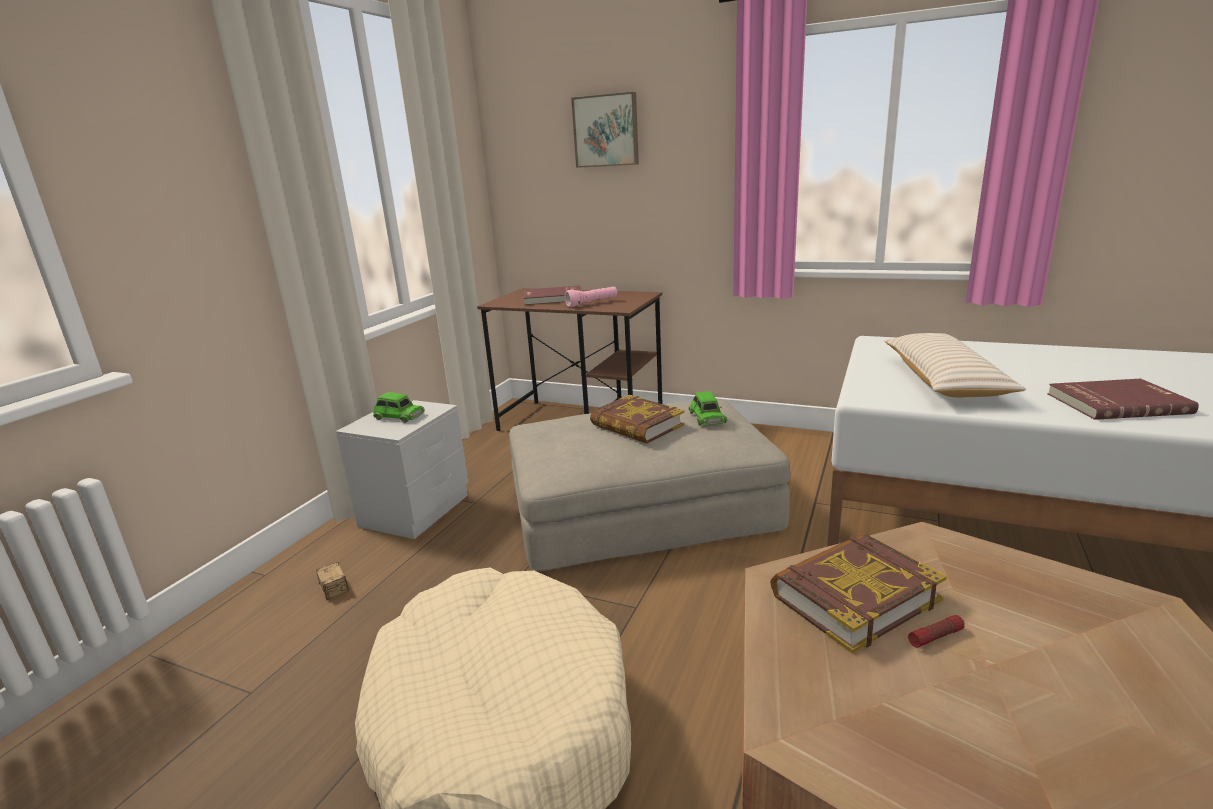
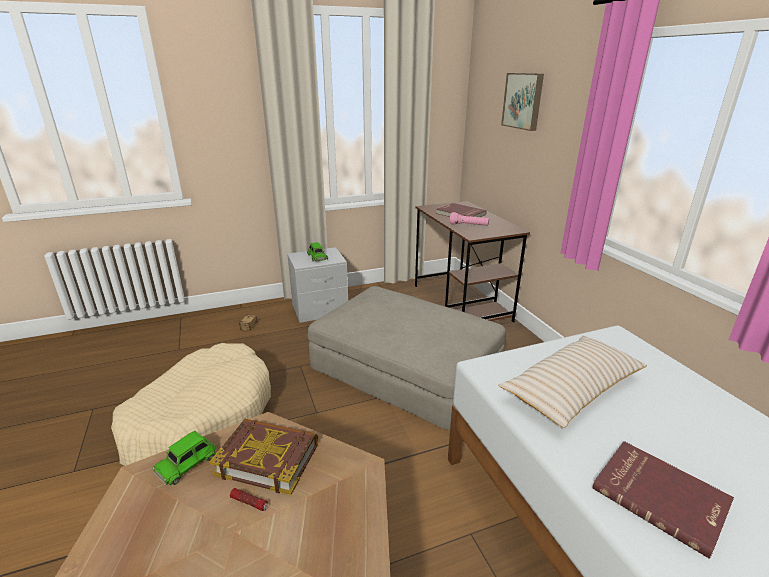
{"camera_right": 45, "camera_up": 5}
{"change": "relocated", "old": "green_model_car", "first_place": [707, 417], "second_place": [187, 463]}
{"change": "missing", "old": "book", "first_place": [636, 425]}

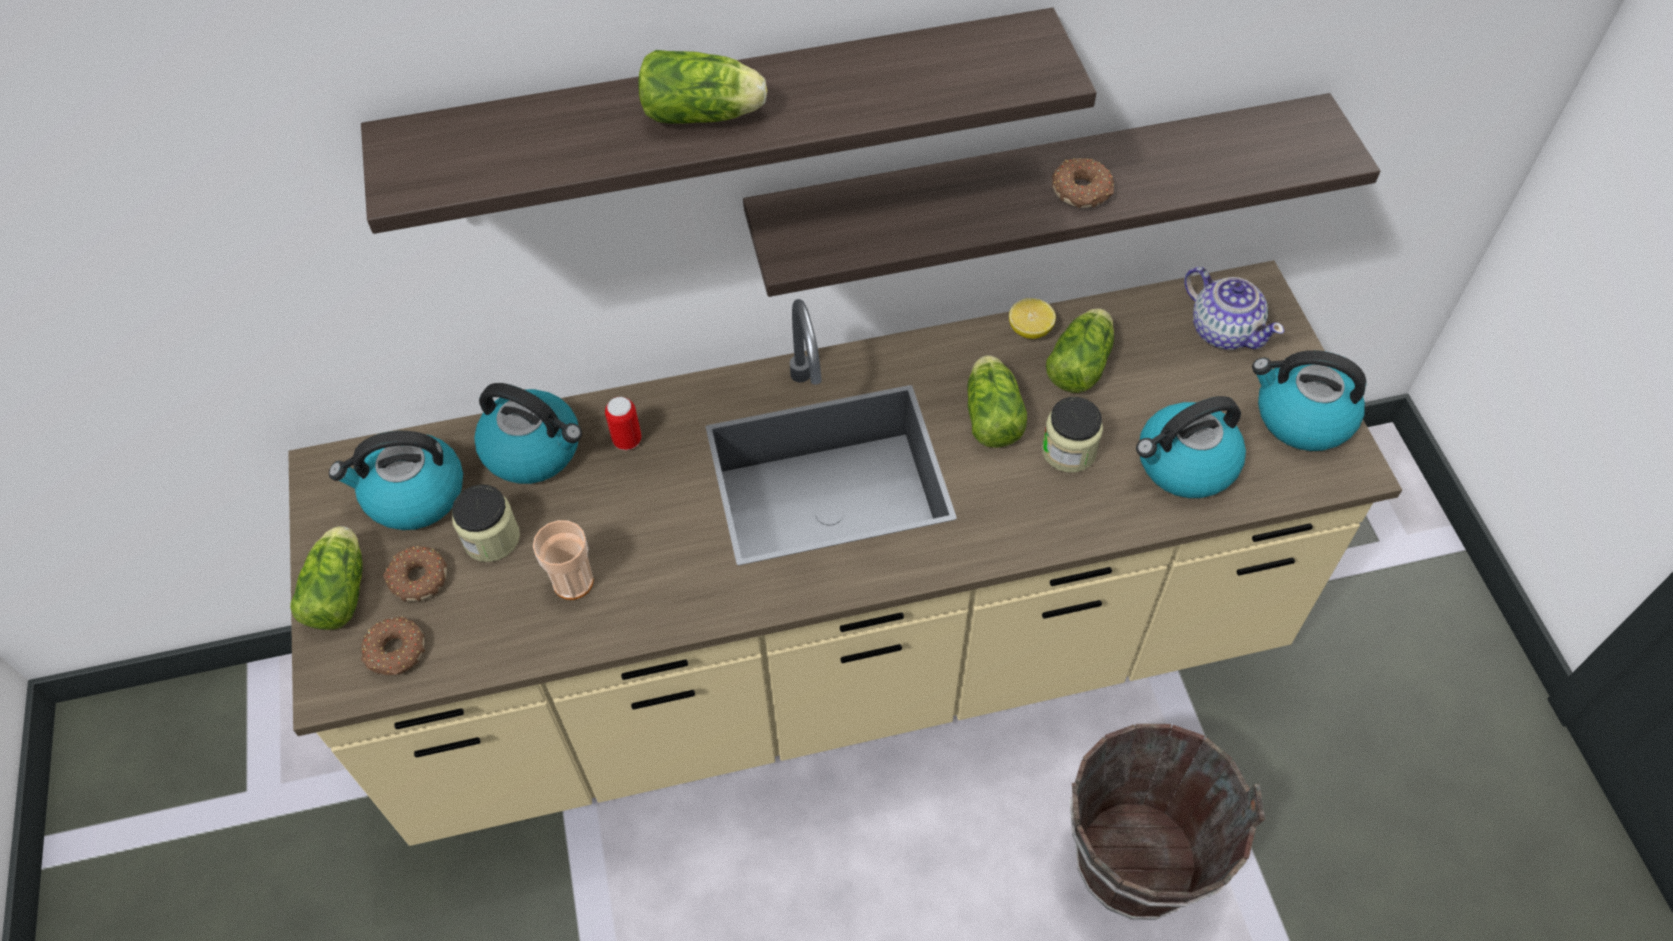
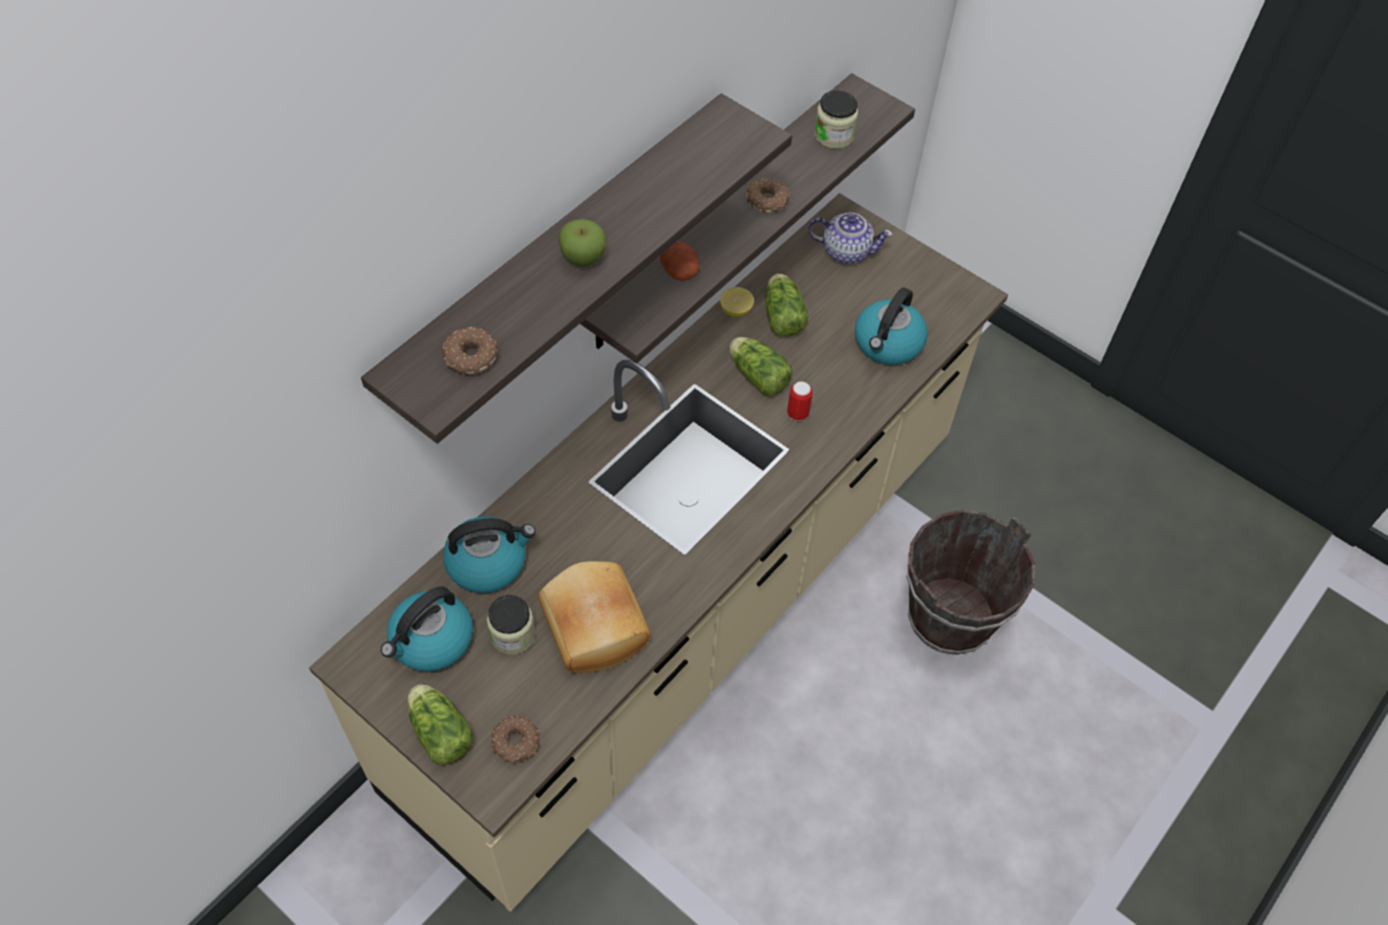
{"camera_right": -40, "camera_up": 0}
{"change": "exchanged", "old": "lettuce_head", "new": "apple", "first_place": [706, 115], "second_place": [583, 259]}
{"change": "missing", "old": "water_kettle", "first_place": [1301, 417]}
{"change": "relocated", "old": "sealed_can", "first_place": [627, 440], "second_place": [797, 413]}
{"change": "relocated", "old": "jar", "first_place": [1069, 451], "second_place": [834, 135]}
{"change": "exchanged", "old": "small_cup", "new": "baked_bread", "first_place": [573, 582], "second_place": [592, 628]}
{"change": "relocated", "old": "ring_doughnut", "first_place": [418, 578], "second_place": [469, 357]}
{"change": "appeared", "new": "potato", "second_place": [680, 271]}

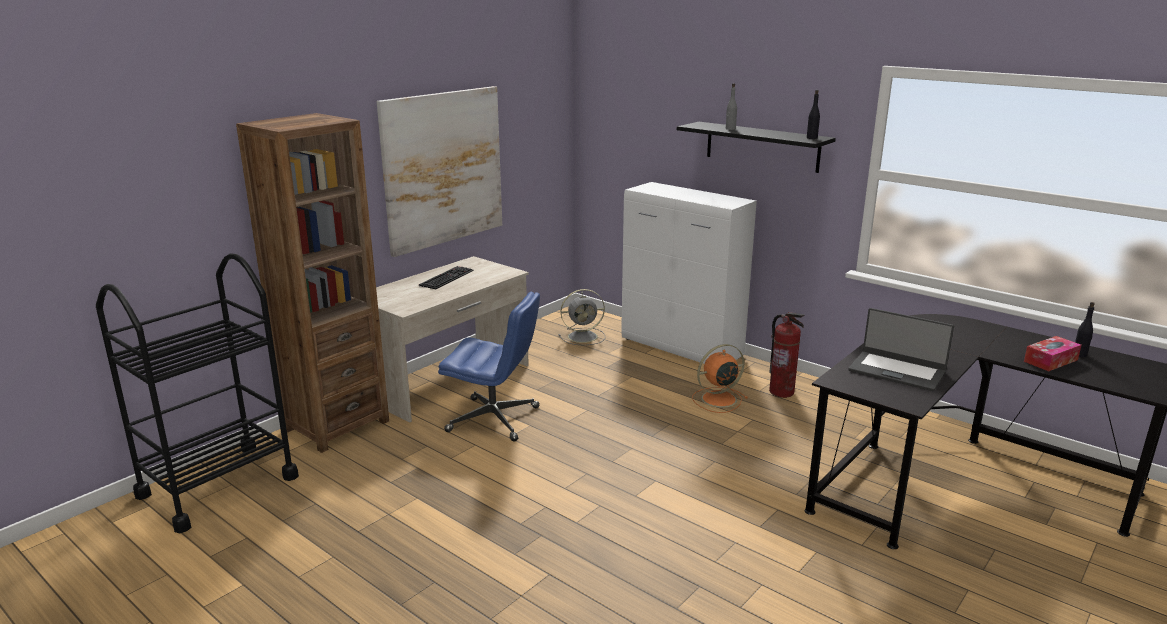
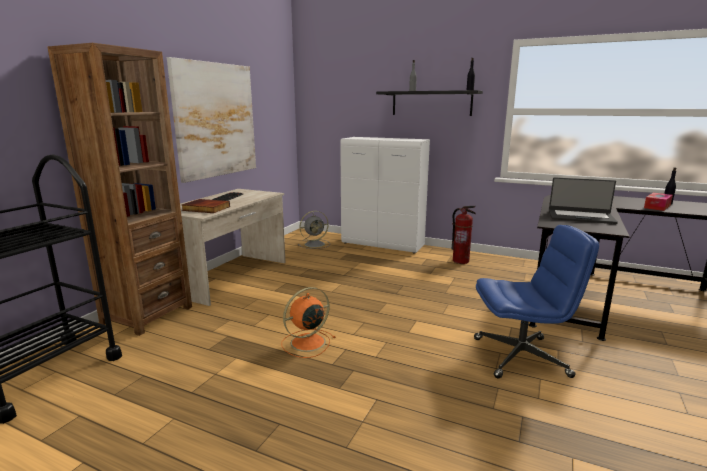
{"camera_right": -15, "camera_up": -5}
{"change": "relocated", "old": "blue-coloured_computer_chair", "first_place": [494, 419], "second_place": [521, 357]}
{"change": "relocated", "old": "orange_cooling_fan", "first_place": [717, 399], "second_place": [306, 343]}
{"change": "appeared", "new": "book", "second_place": [205, 208]}

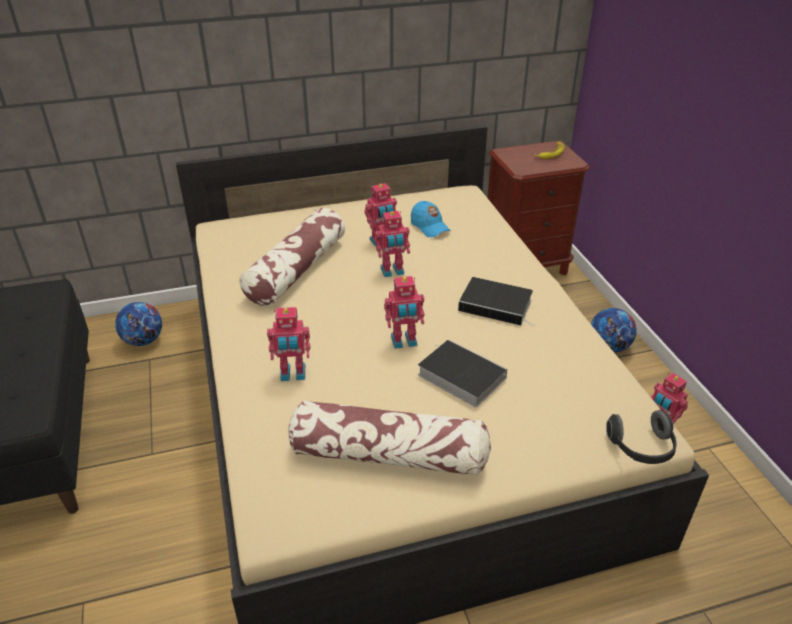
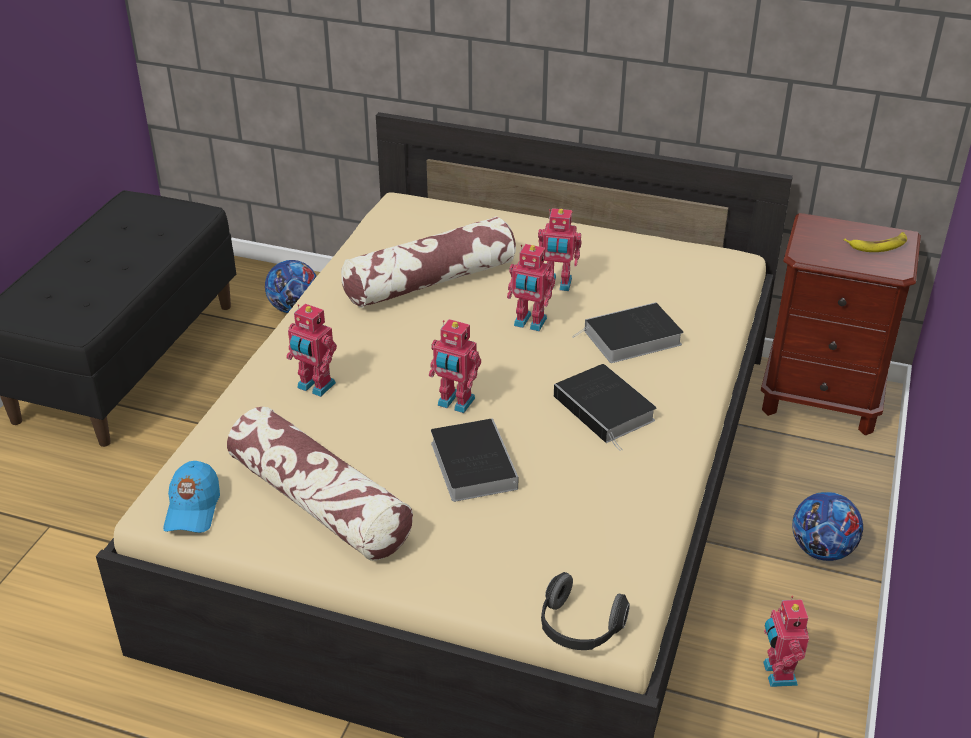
{"camera_right": 35, "camera_up": 0}
{"change": "relocated", "old": "blue-coloured_cap", "first_place": [429, 227], "second_place": [193, 509]}
{"change": "appeared", "new": "book", "second_place": [630, 339]}

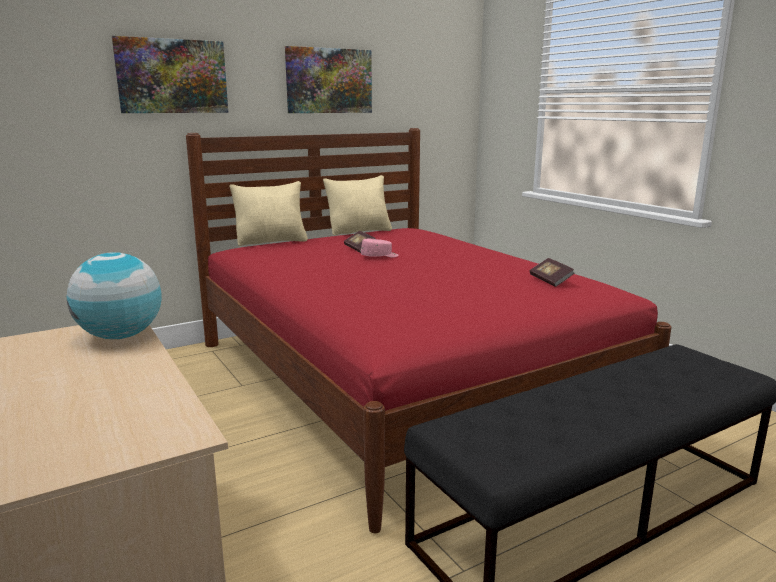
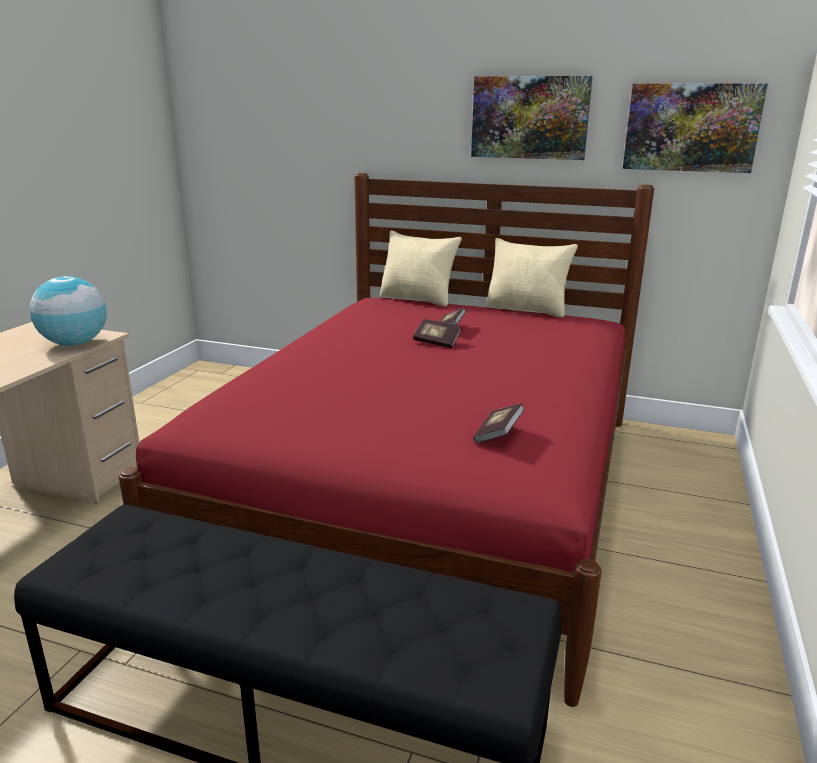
{"camera_right": 50, "camera_up": 5}
{"change": "relocated", "old": "wall_picture", "first_place": [172, 76], "second_place": [691, 128]}
{"change": "exchanged", "old": "pink_cap", "new": "book", "first_place": [379, 256], "second_place": [436, 342]}

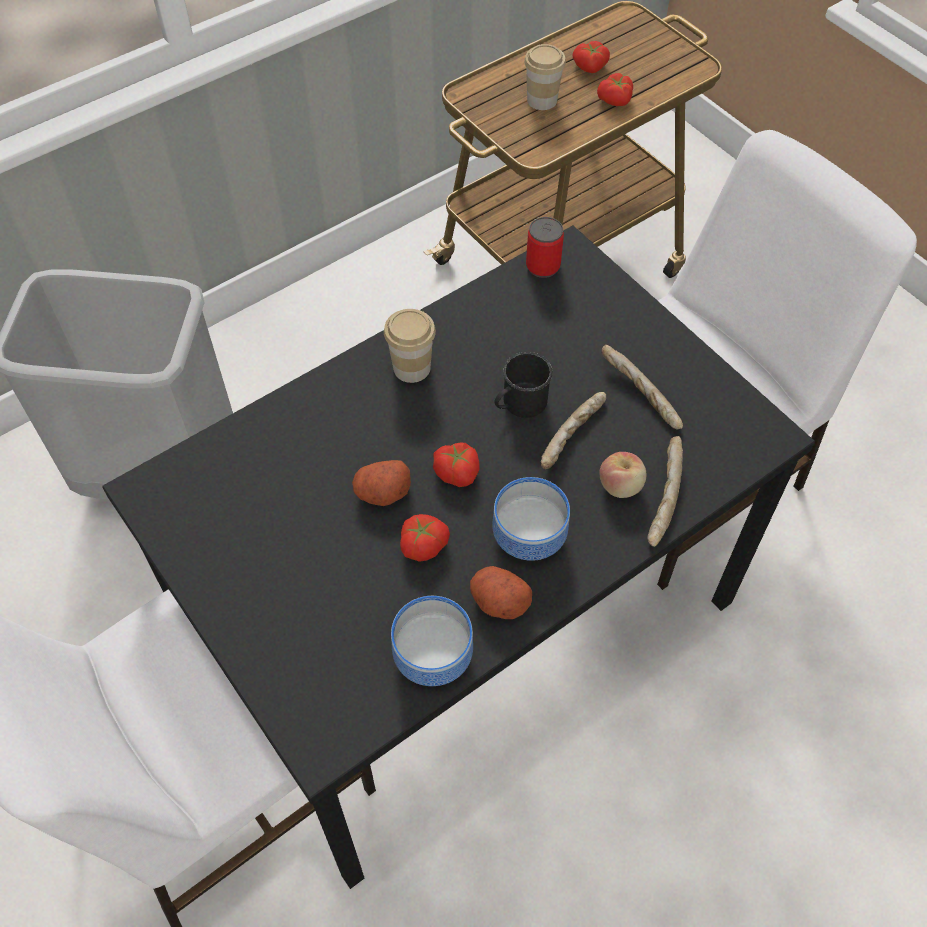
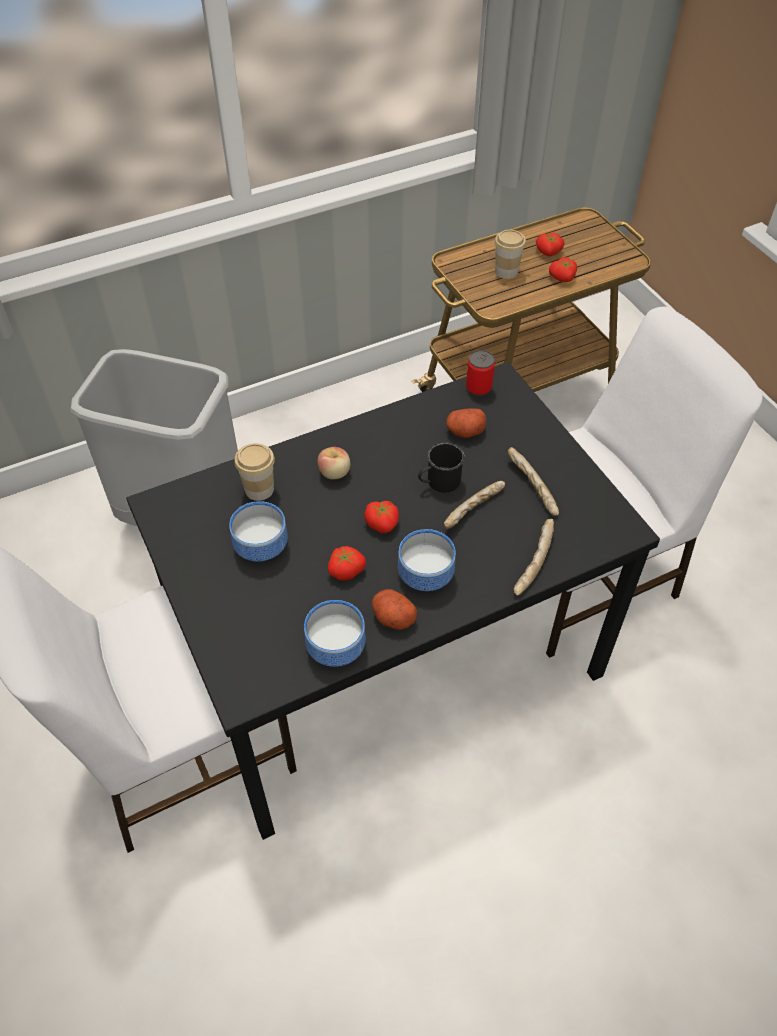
{"camera_right": 10, "camera_up": -5}
{"change": "relocated", "old": "small_cup", "first_place": [412, 368], "second_place": [259, 489]}
{"change": "relocated", "old": "apple", "first_place": [620, 486], "second_place": [335, 473]}
{"change": "relocated", "old": "potato", "first_place": [382, 493], "second_place": [465, 431]}
{"change": "appeared", "new": "serving_bowl", "second_place": [263, 547]}

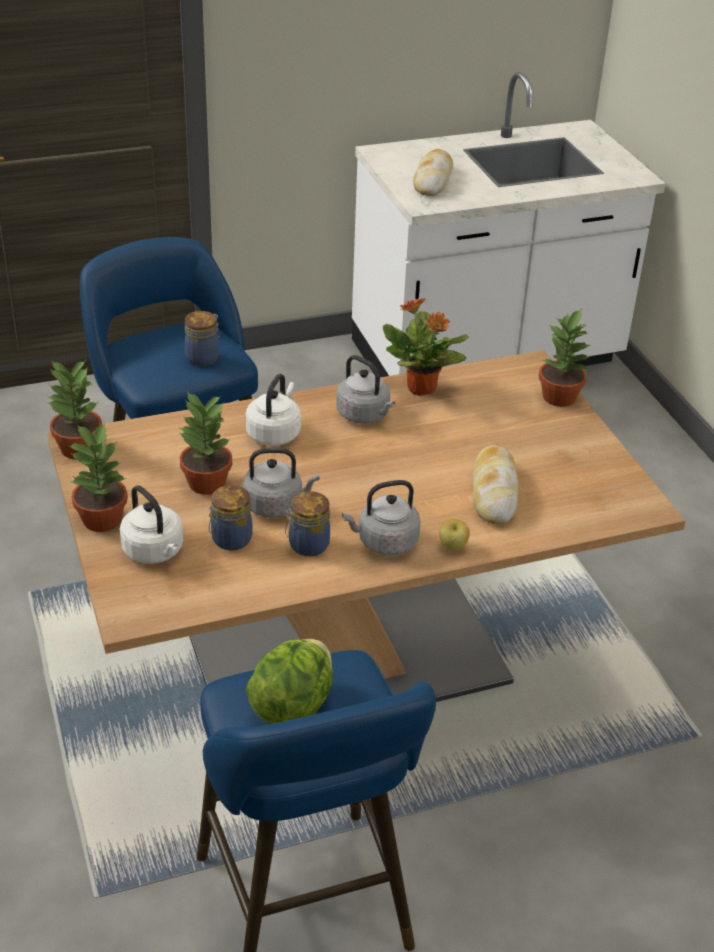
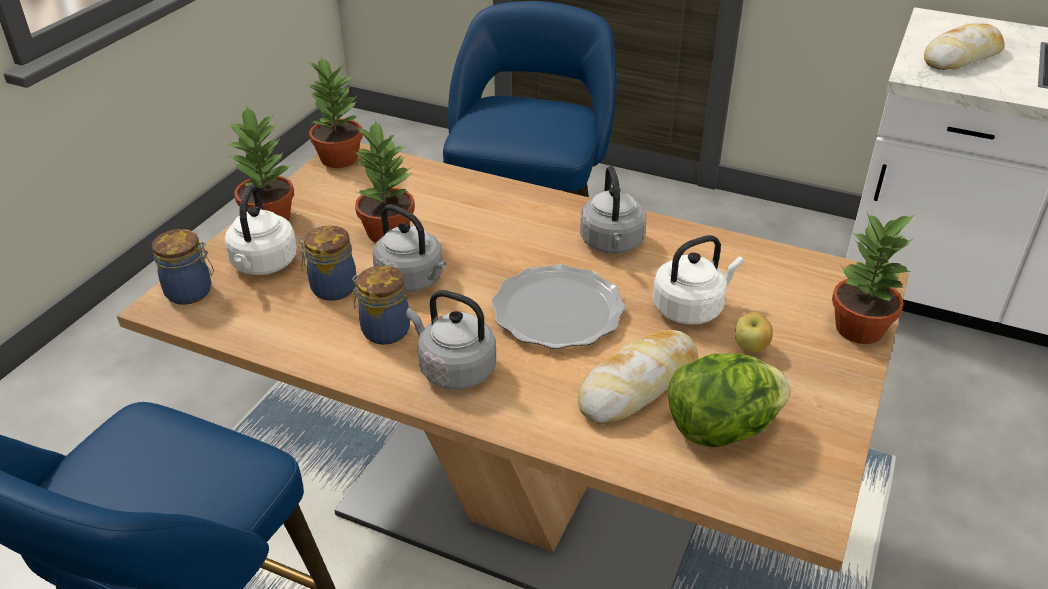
{"camera_right": 45, "camera_up": 0}
{"change": "missing", "old": "houseplant", "first_place": [422, 389]}
{"change": "relocated", "old": "jar", "first_place": [204, 357], "second_place": [191, 292]}
{"change": "relocated", "old": "white_water_kettle", "first_place": [274, 433], "second_place": [690, 308]}
{"change": "relocated", "old": "apple", "first_place": [453, 546], "second_place": [751, 348]}
{"change": "relocated", "old": "lettuce_head", "first_place": [292, 706], "second_place": [721, 428]}
{"change": "appeared", "new": "dinner_plate", "second_place": [558, 312]}

